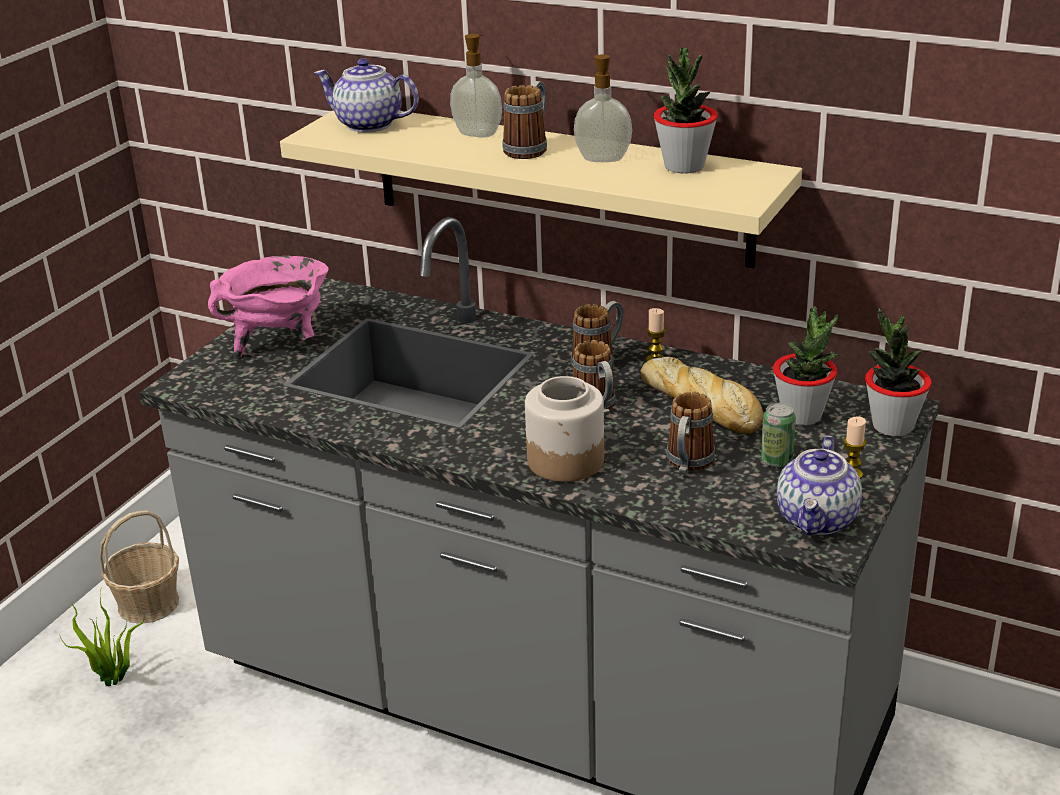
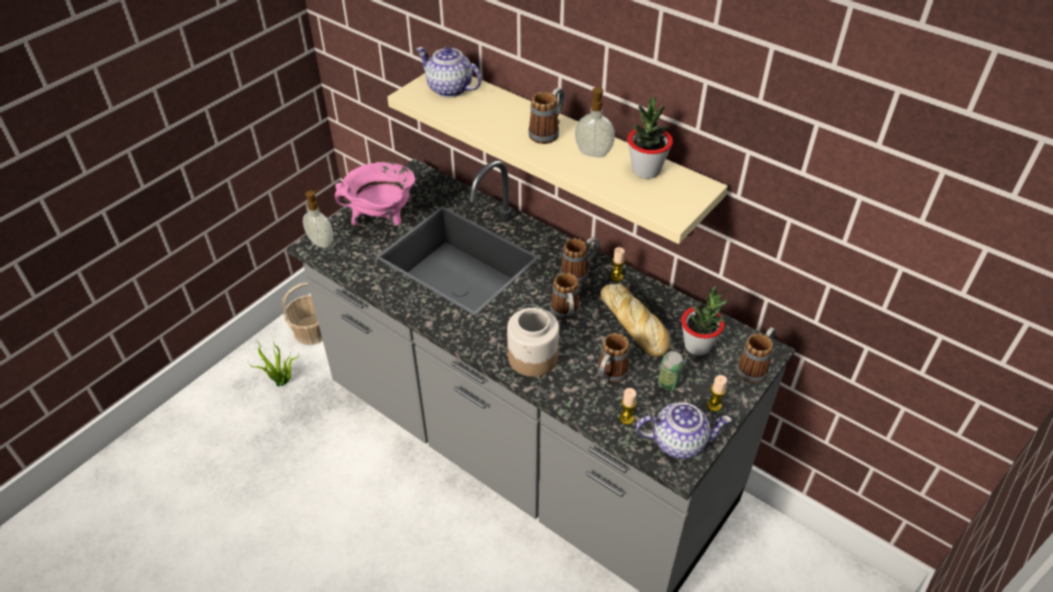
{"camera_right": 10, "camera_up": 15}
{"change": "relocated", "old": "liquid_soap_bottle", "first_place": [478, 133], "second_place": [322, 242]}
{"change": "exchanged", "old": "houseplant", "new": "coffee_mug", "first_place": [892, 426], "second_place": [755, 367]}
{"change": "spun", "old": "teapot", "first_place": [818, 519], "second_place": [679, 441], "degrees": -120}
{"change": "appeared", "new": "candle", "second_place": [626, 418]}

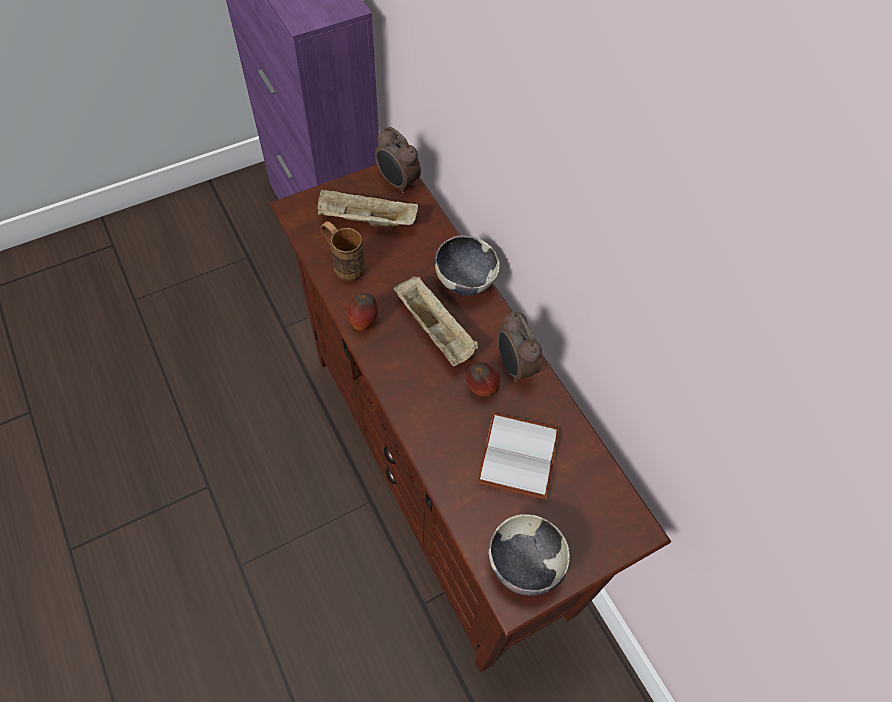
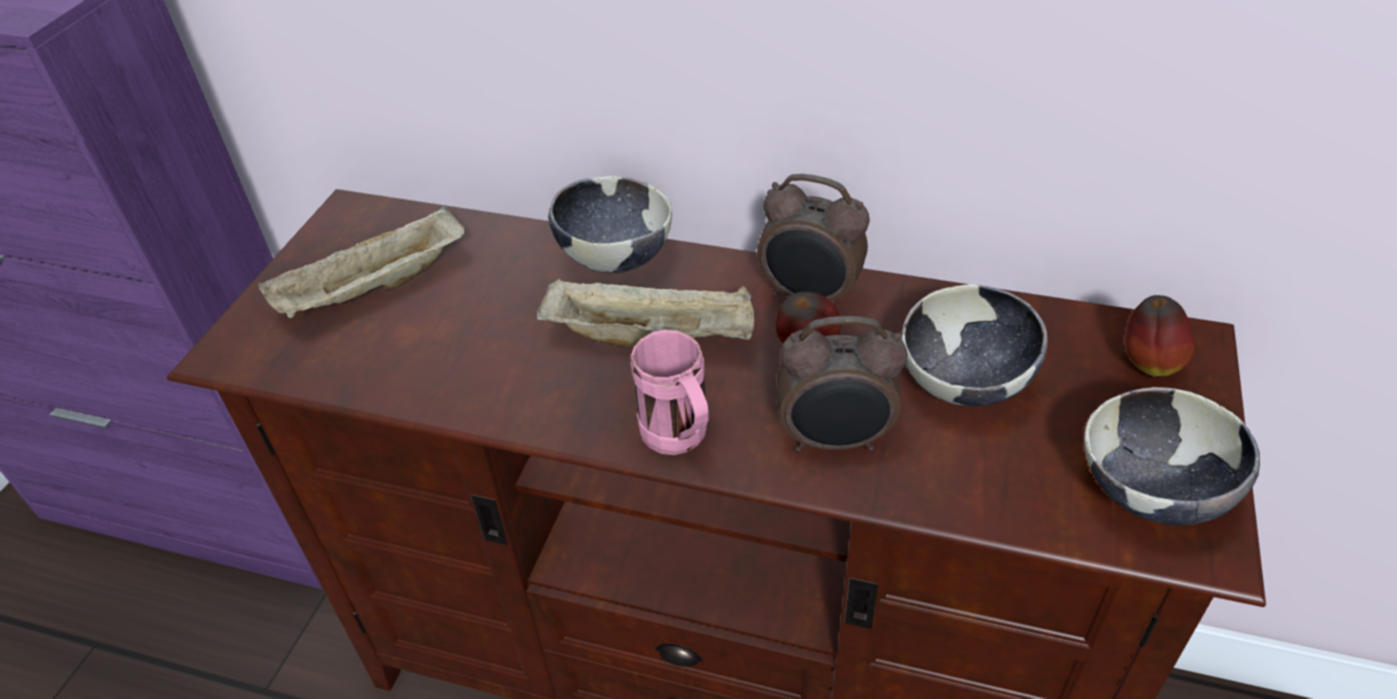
{"camera_right": -40, "camera_up": -15}
{"change": "relocated", "old": "bedside_clock", "first_place": [397, 183], "second_place": [835, 441]}
{"change": "missing", "old": "brownish_coffee_mug", "first_place": [344, 265]}
{"change": "relocated", "old": "apple", "first_place": [364, 322], "second_place": [1147, 364]}
{"change": "exchanged", "old": "white_book", "new": "serving_bowl", "first_place": [520, 458], "second_place": [965, 384]}
{"change": "appeared", "new": "pink_coffee_mug", "second_place": [680, 442]}

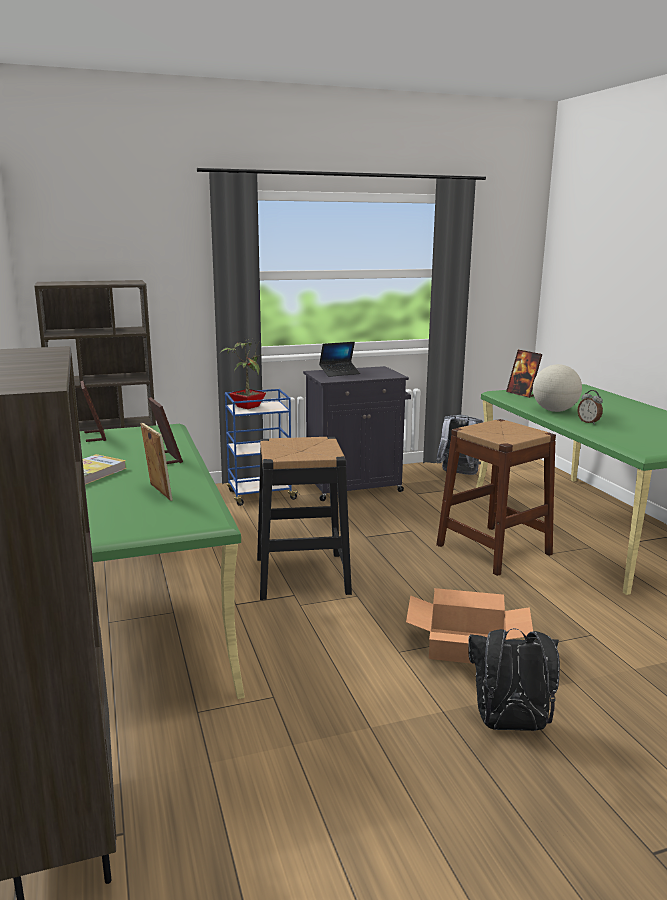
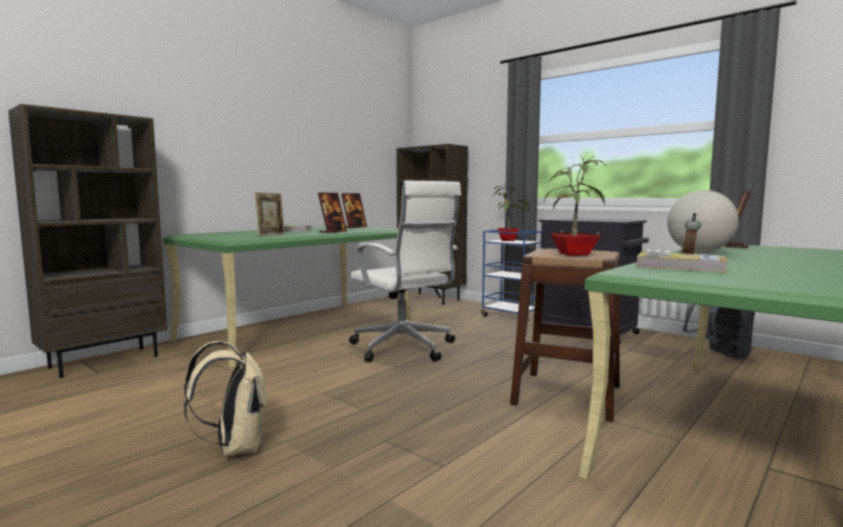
{"camera_right": 60, "camera_up": -10}
{"change": "missing", "old": "portable_computer", "first_place": [339, 373]}
{"change": "exchanged", "old": "black_stool", "new": "white_computer_chair", "first_place": [302, 575], "second_place": [404, 348]}
{"change": "missing", "old": "carton", "first_place": [466, 647]}
{"change": "colour", "old": "black_knapsack", "new": "beige-coloured_knapsack", "first_place": [509, 726], "second_place": [235, 448]}
{"change": "appeared", "new": "houseplant", "second_place": [572, 254]}
{"change": "appeared", "new": "book", "second_place": [680, 266]}

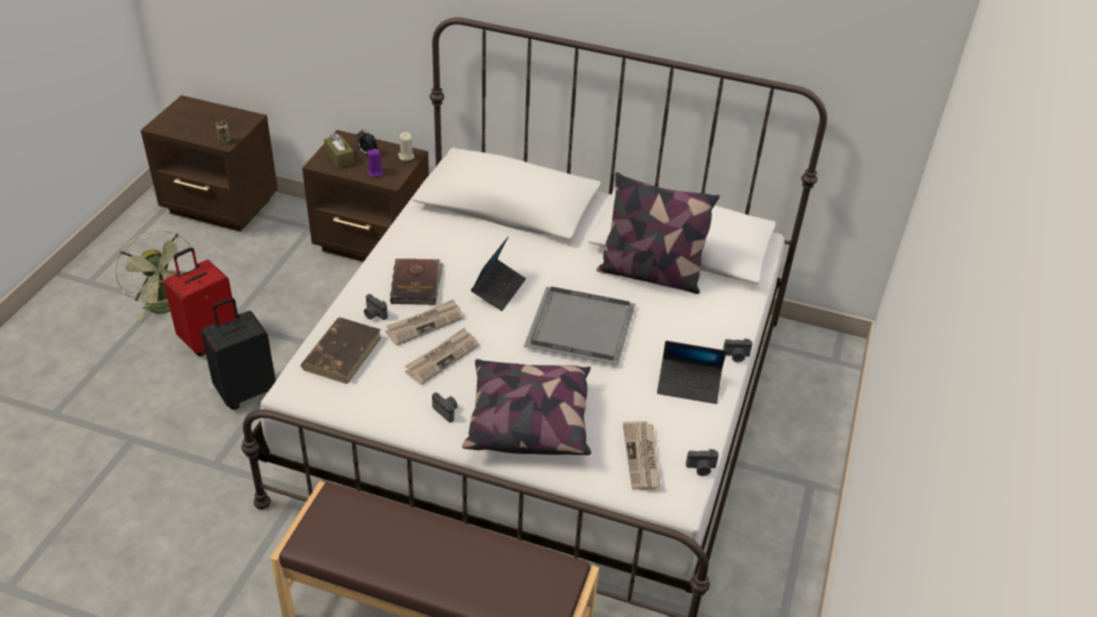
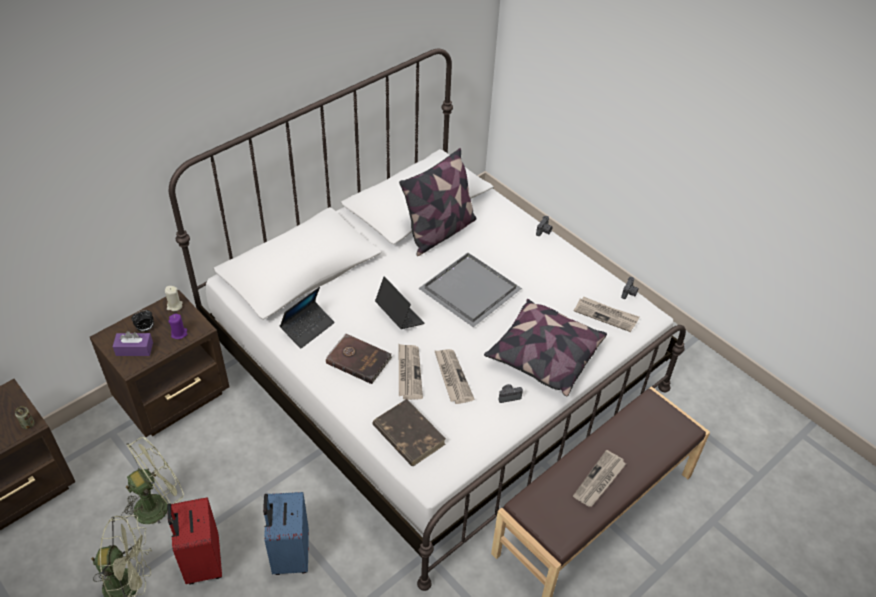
{"camera_right": -60, "camera_up": 5}
{"change": "colour", "old": "brownish_tissue_holder", "new": "purple_tissue_holder", "first_place": [339, 157], "second_place": [134, 349]}
{"change": "missing", "old": "still_camera", "first_place": [374, 314]}
{"change": "colour", "old": "black_suitcase", "new": "blue-coloured_suitcase", "first_place": [246, 391], "second_place": [289, 555]}
{"change": "relocated", "old": "portable_computer", "first_place": [689, 385], "second_place": [308, 328]}
{"change": "appeared", "new": "green_cooling_fan", "second_place": [158, 503]}
{"change": "appeared", "new": "newspaper", "second_place": [599, 481]}

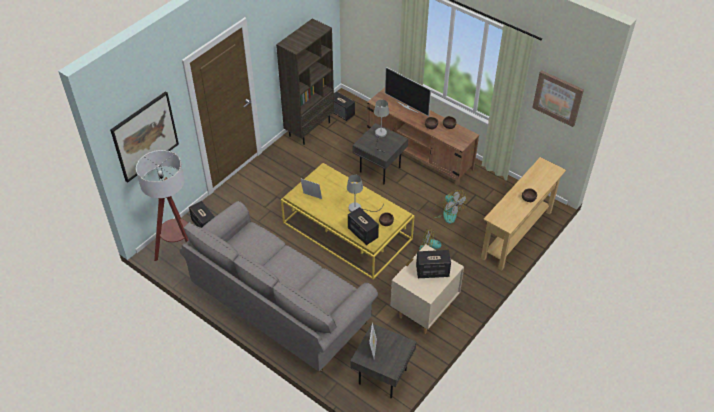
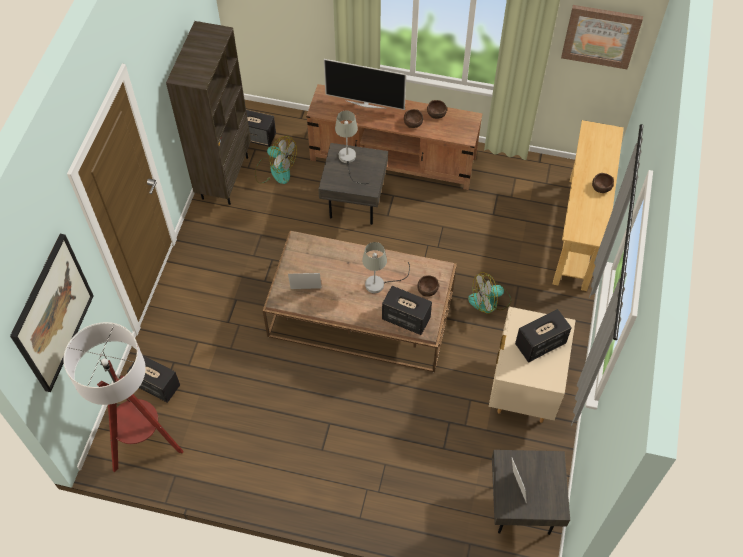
{"camera_right": -25, "camera_up": 10}
{"change": "colour", "old": "yellowish_lounge_table", "new": "brownish_lounge_table", "first_place": [346, 231], "second_place": [360, 314]}
{"change": "relocated", "old": "cooling_fan", "first_place": [446, 212], "second_place": [275, 170]}
{"change": "missing", "old": "grey_sofa", "first_place": [280, 304]}

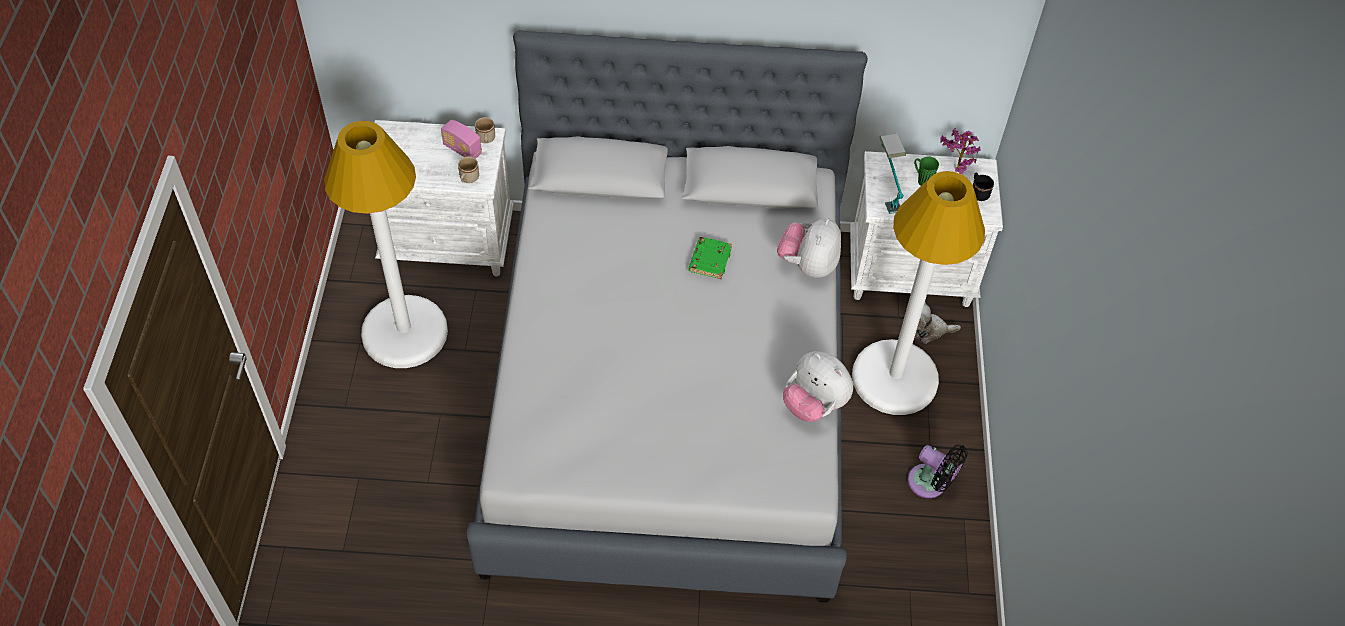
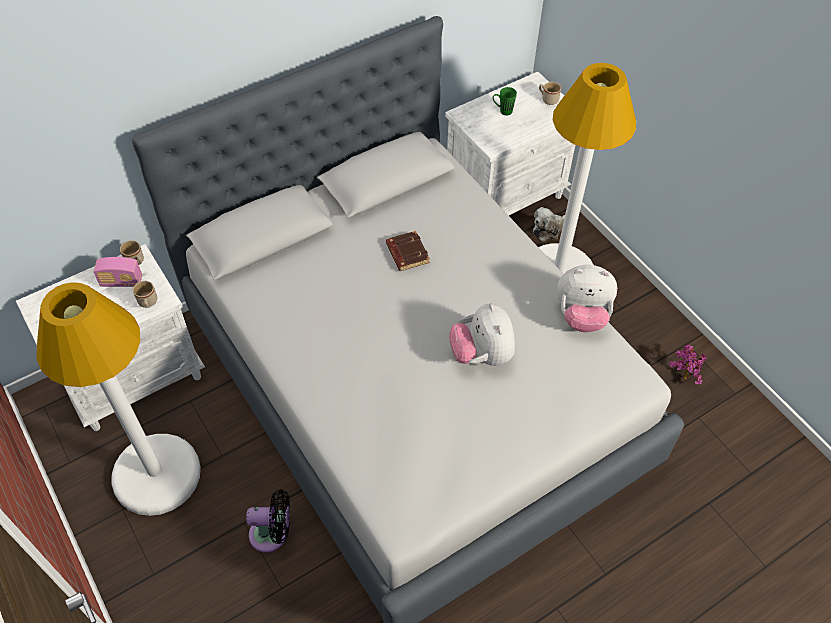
{"camera_right": -35, "camera_up": 0}
{"change": "relocated", "old": "houseplant", "first_place": [955, 168], "second_place": [682, 377]}
{"change": "missing", "old": "lamp_for_a_table", "first_place": [886, 191]}
{"change": "colour", "old": "black_coffee_mug", "new": "beige-coloured_coffee_mug", "first_place": [978, 192], "second_place": [547, 99]}
{"change": "relocated", "old": "cuddly_toy", "first_place": [808, 265], "second_place": [481, 354]}
{"change": "colour", "old": "green_book", "new": "brownish_book", "first_place": [709, 260], "second_place": [406, 253]}
{"change": "relocated", "old": "black_cooling_fan", "first_place": [930, 484], "second_place": [272, 534]}

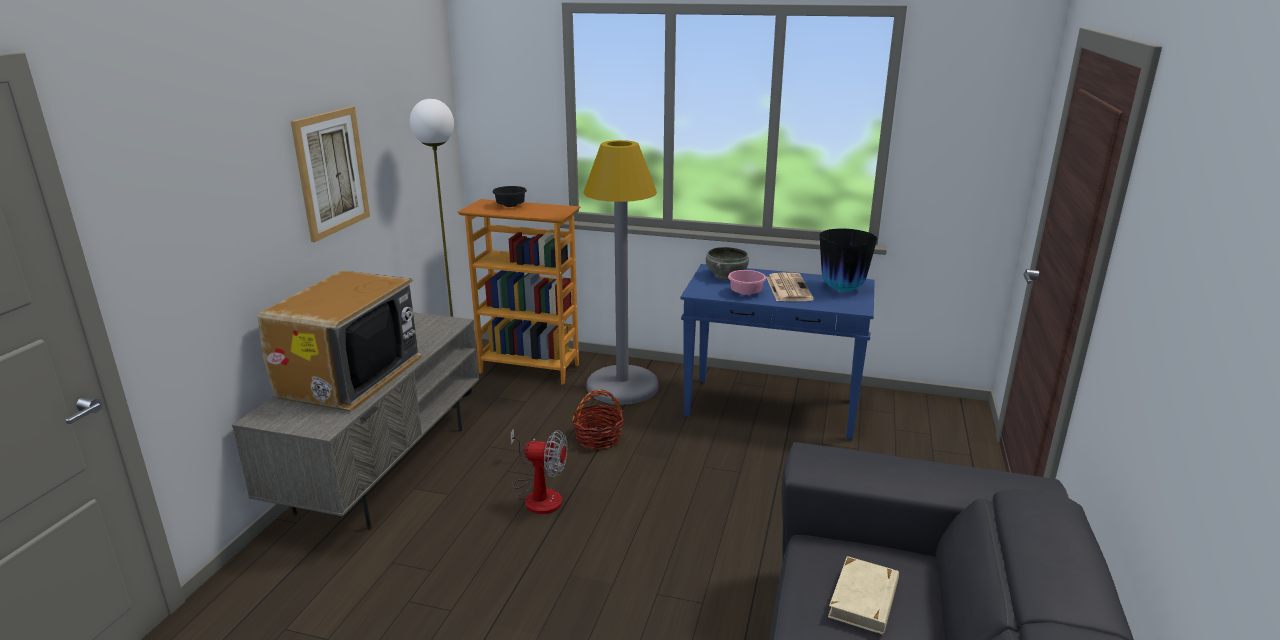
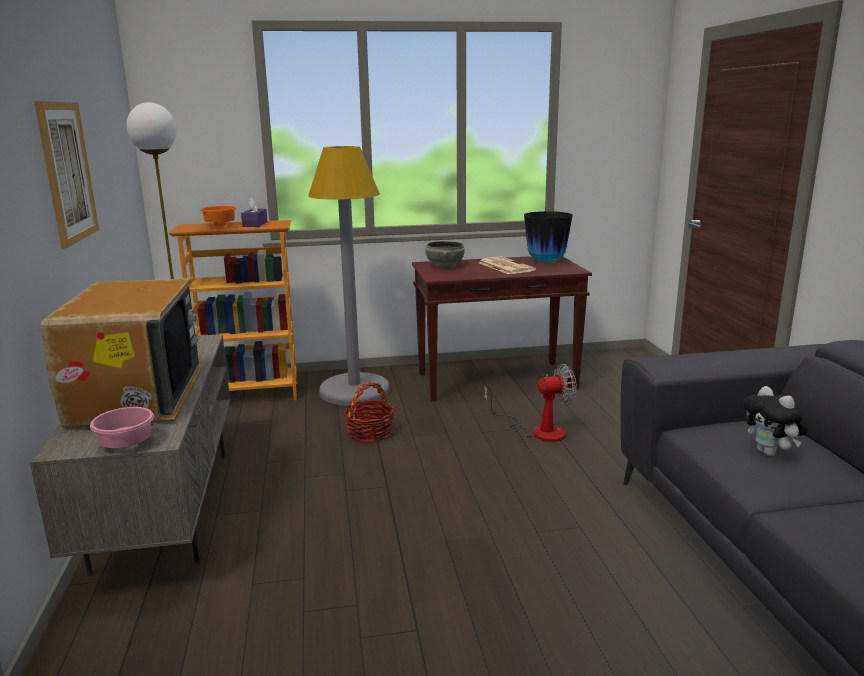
{"camera_right": -25, "camera_up": -5}
{"change": "colour", "old": "black_serving_bowl", "new": "orange_serving_bowl", "first_place": [510, 206], "second_place": [220, 225]}
{"change": "colour", "old": "blue-coloured_console_table", "new": "brownish_console_table", "first_place": [772, 408], "second_place": [497, 381]}
{"change": "relocated", "old": "pink_serving_bowl", "first_place": [747, 293], "second_place": [128, 444]}
{"change": "relocated", "old": "cooling_fan", "first_place": [539, 494], "second_place": [538, 431]}
{"change": "exchanged", "old": "beige-coloured_book", "new": "cuddly_toy", "first_place": [864, 599], "second_place": [770, 453]}
{"change": "appeared", "new": "purple_tissue_holder", "second_place": [255, 224]}

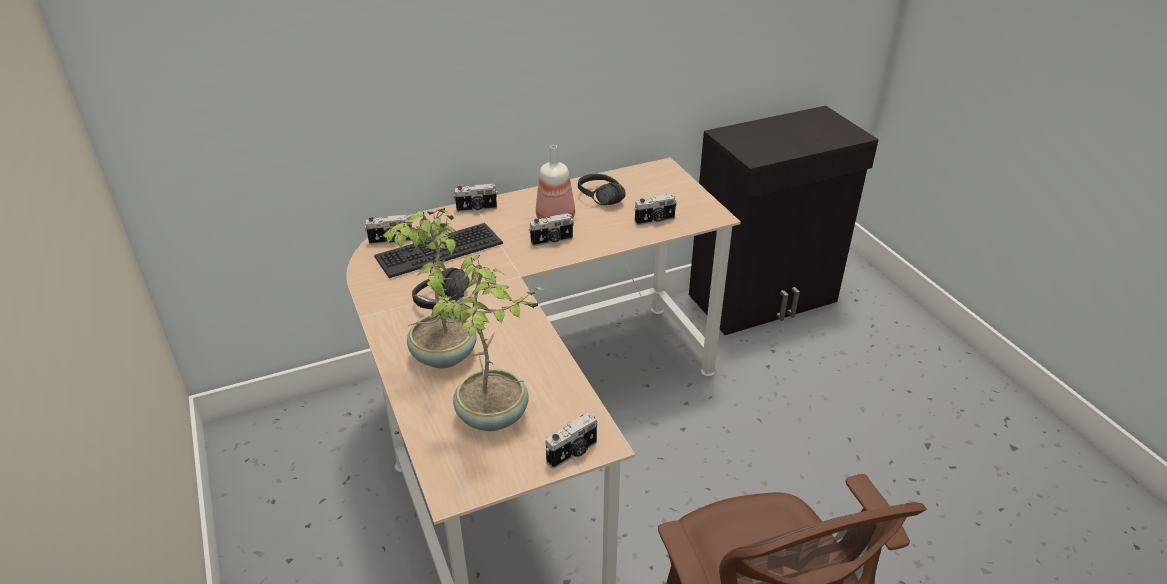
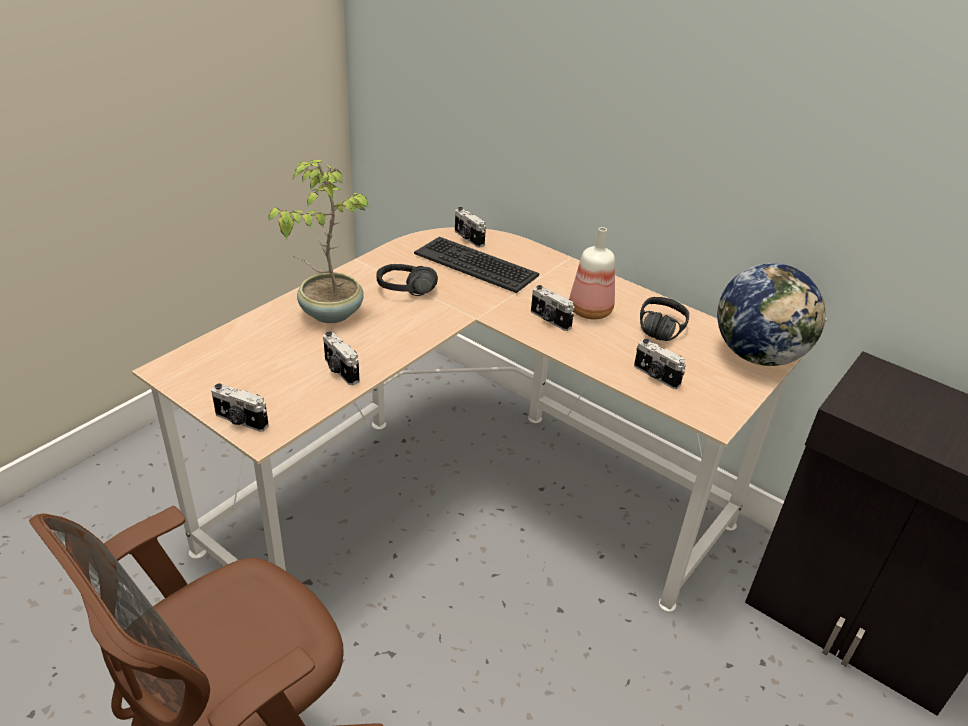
{"camera_right": 60, "camera_up": 0}
{"change": "relocated", "old": "still_camera", "first_place": [476, 209], "second_place": [340, 371]}
{"change": "missing", "old": "houseplant", "first_place": [494, 417]}
{"change": "appeared", "new": "desk_globe", "second_place": [758, 355]}

